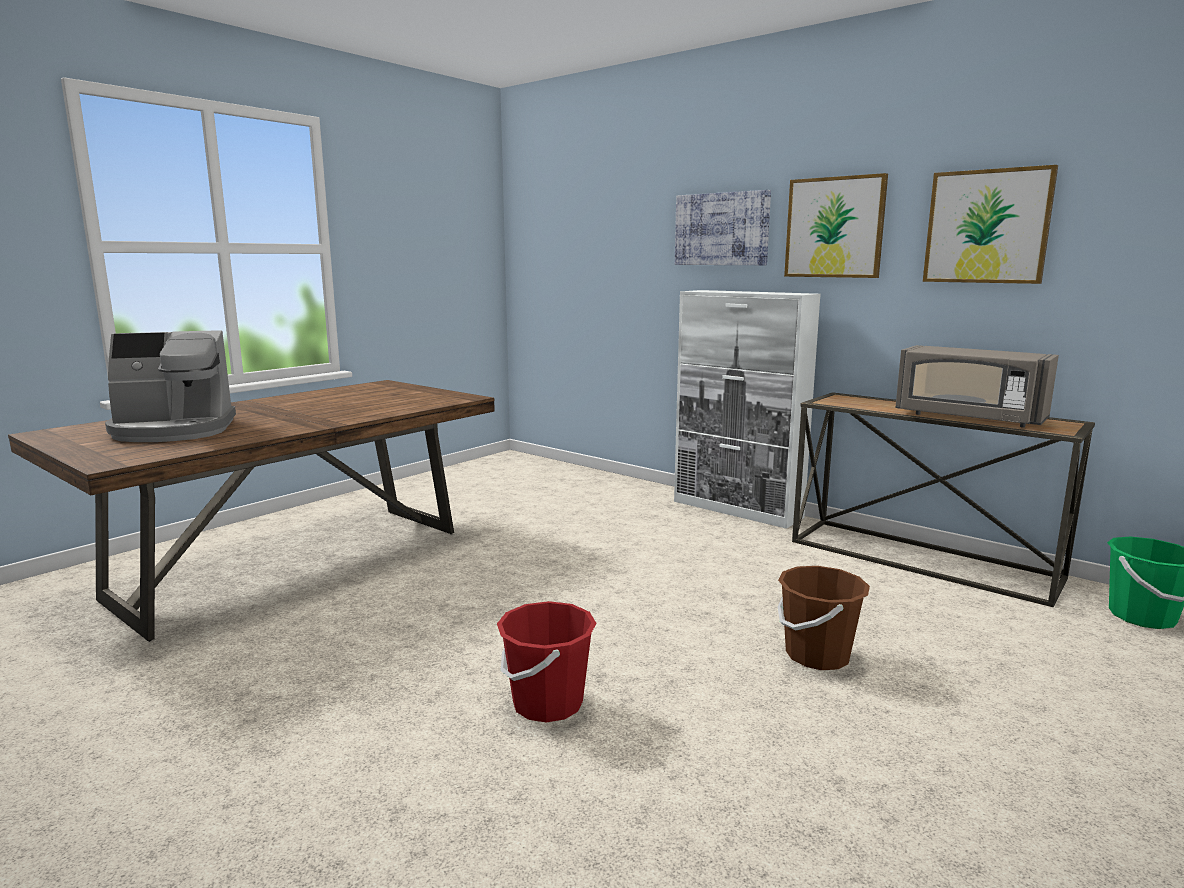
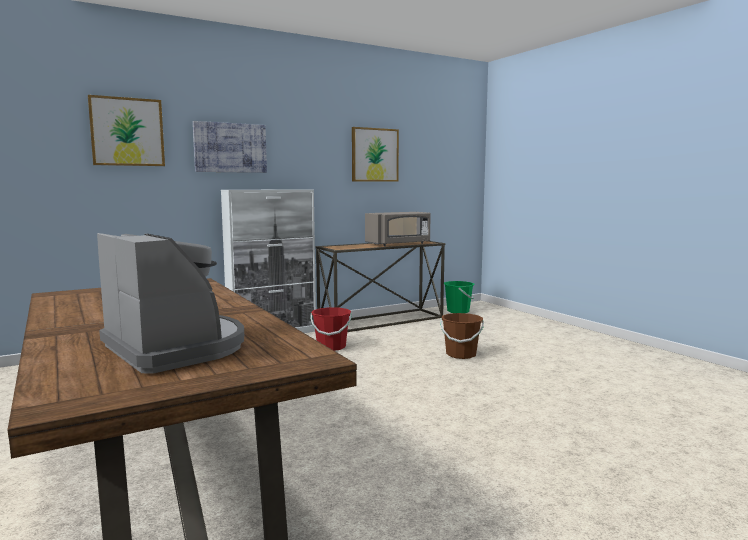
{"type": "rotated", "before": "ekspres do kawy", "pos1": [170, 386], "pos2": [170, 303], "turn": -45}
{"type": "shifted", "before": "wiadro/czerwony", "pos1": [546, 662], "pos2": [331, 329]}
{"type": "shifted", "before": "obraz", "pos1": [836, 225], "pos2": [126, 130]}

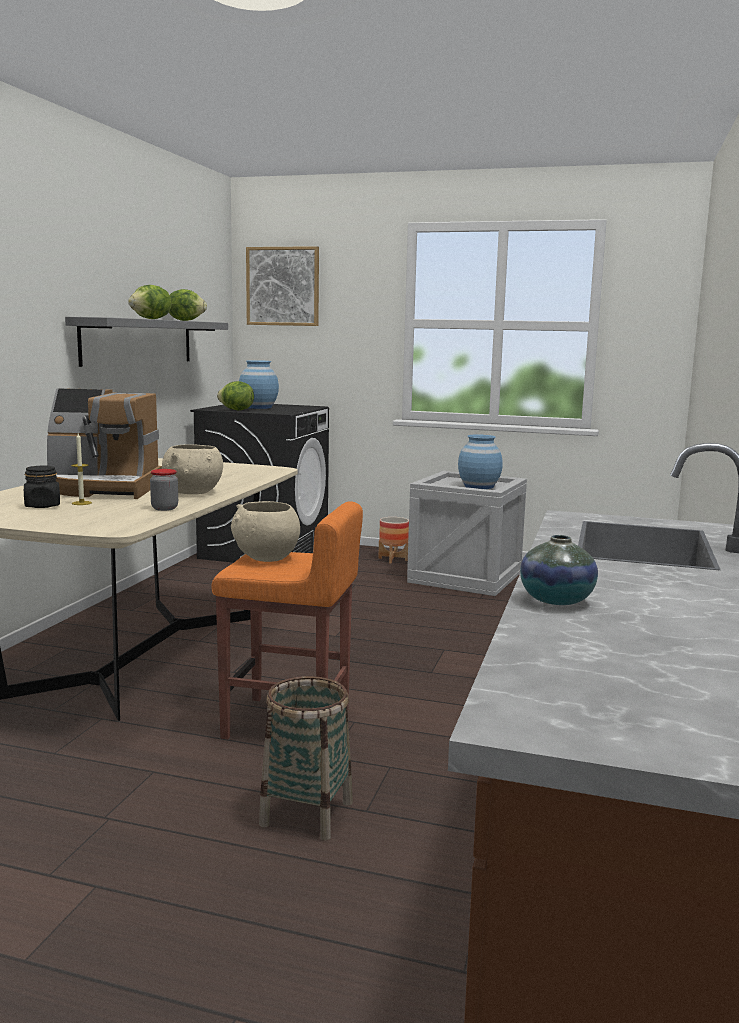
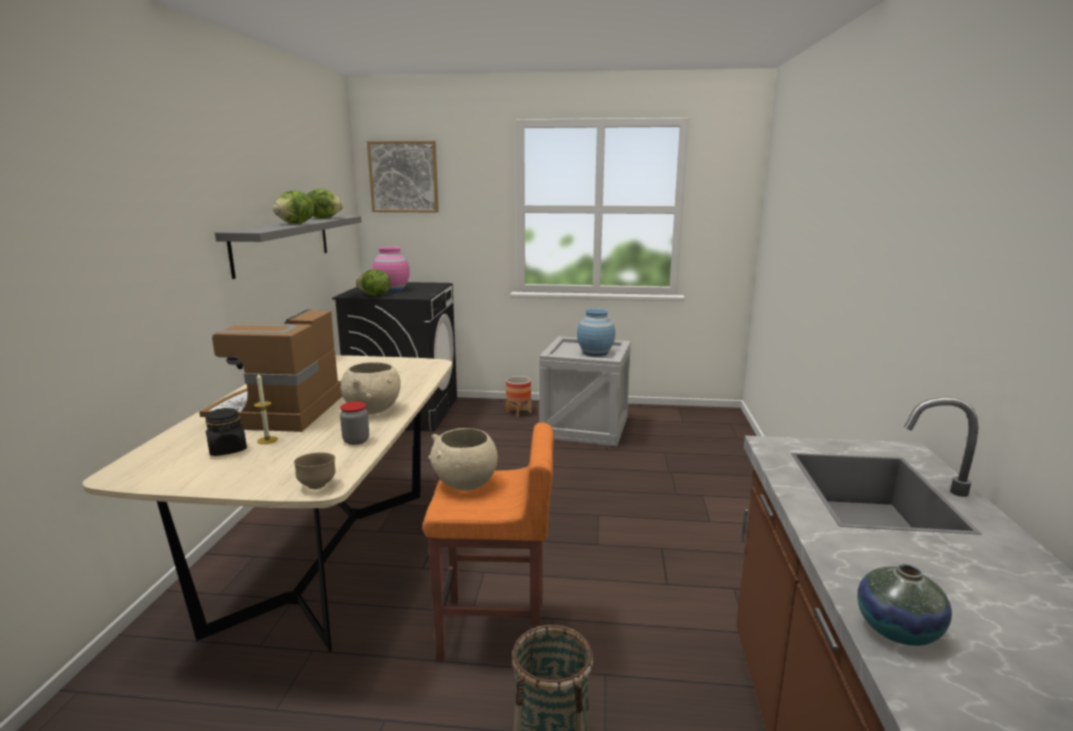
{"type": "rotated", "before": "ekspres do kawy", "pos1": [104, 443], "pos2": [270, 370], "turn": 105}
{"type": "repainted", "before": "wazon/niebieski", "after": "wazon/różowy", "pos1": [259, 384], "pos2": [391, 269]}
{"type": "new", "after": "miska/brązowy", "pos2": [315, 470]}

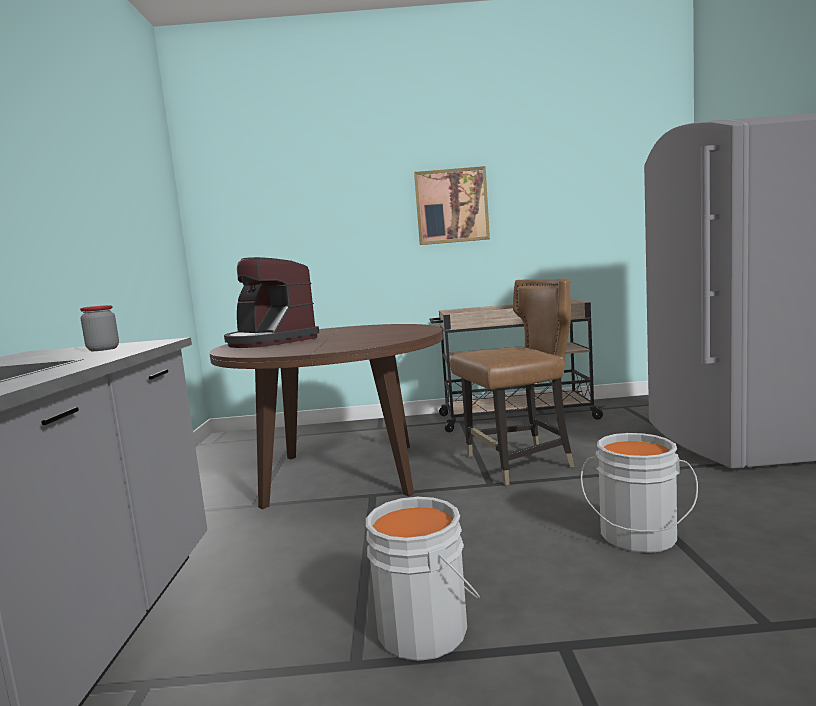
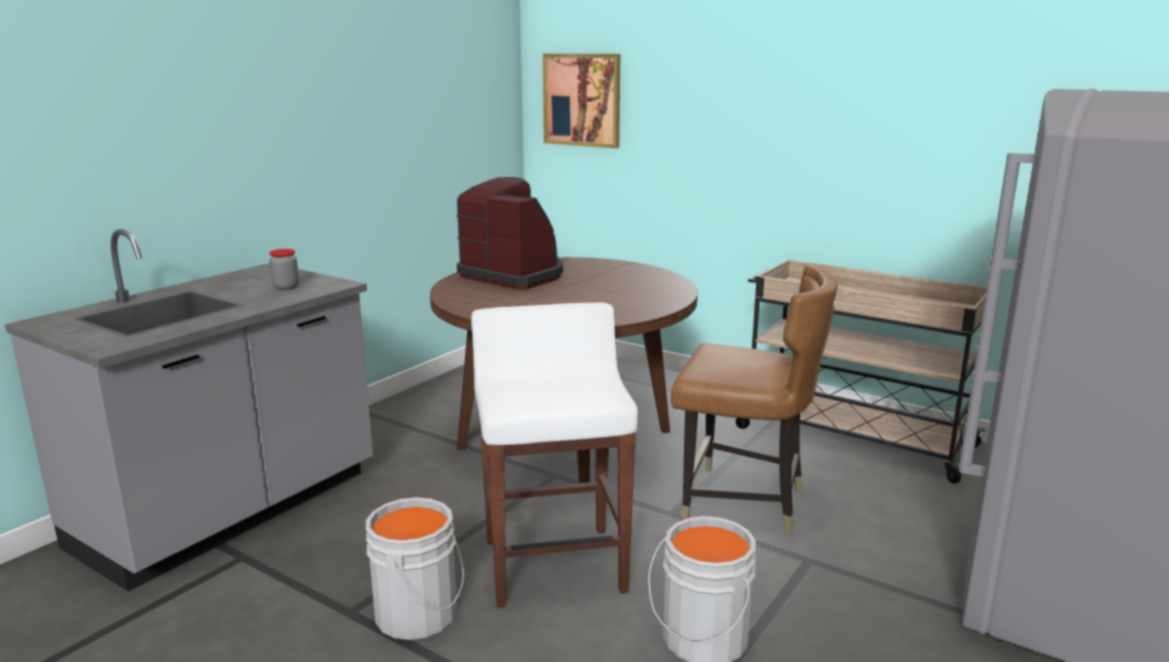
{"type": "rotated", "before": "ekspres do kawy", "pos1": [271, 302], "pos2": [509, 233], "turn": 135}
{"type": "shifted", "before": "obraz", "pos1": [452, 205], "pos2": [581, 101]}
{"type": "new", "after": "stołek/biały", "pos2": [554, 454]}

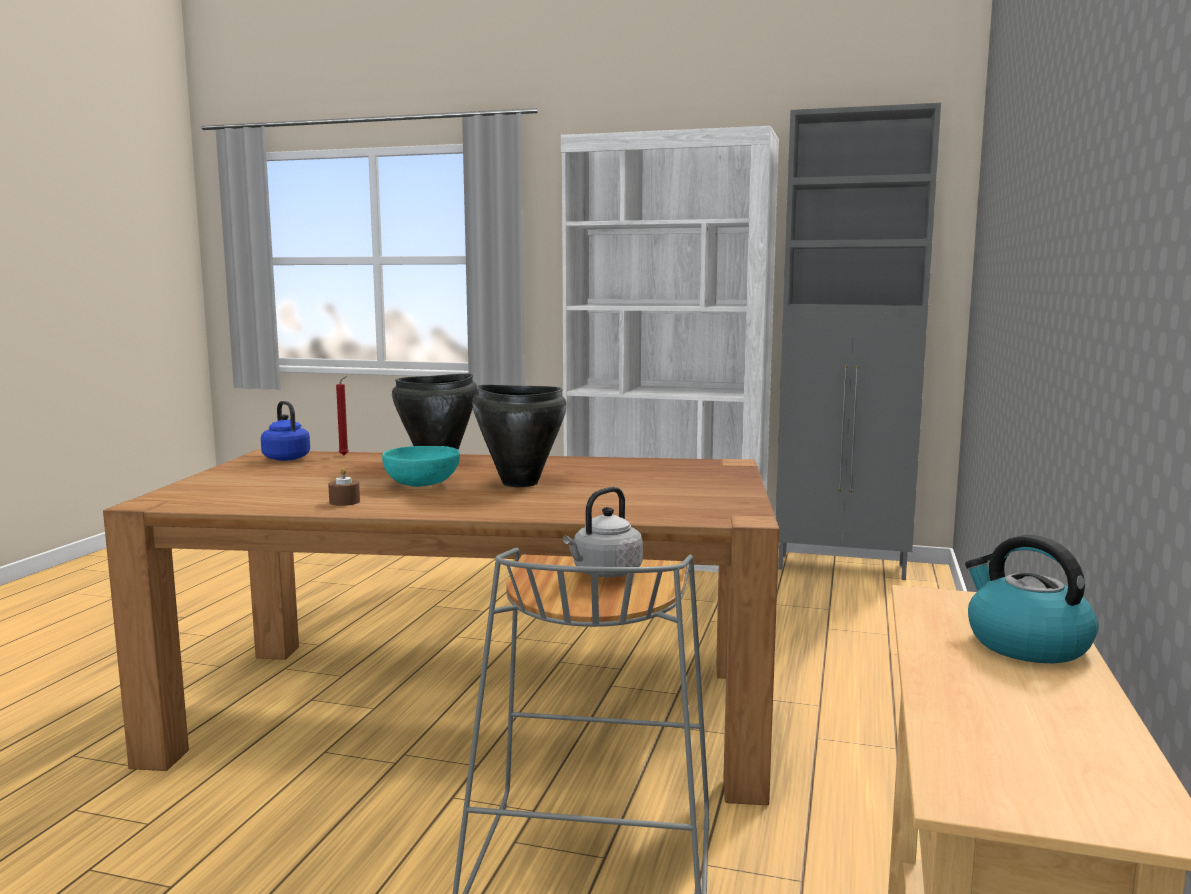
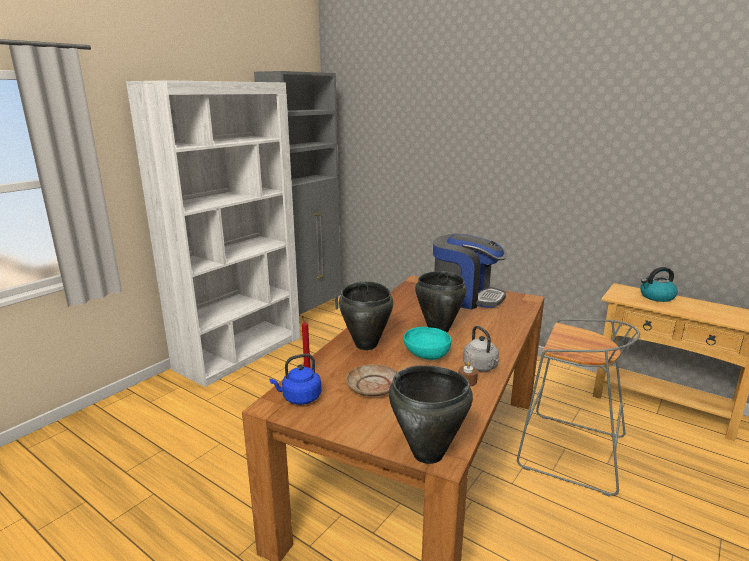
{"type": "shifted", "before": "czajnik/szary", "pos1": [603, 532], "pos2": [481, 349]}
{"type": "new", "after": "talerz/beżowy", "pos2": [371, 380]}
{"type": "new", "after": "garnek/czarny", "pos2": [431, 414]}
{"type": "new", "after": "ekspres do kawy", "pos2": [470, 271]}

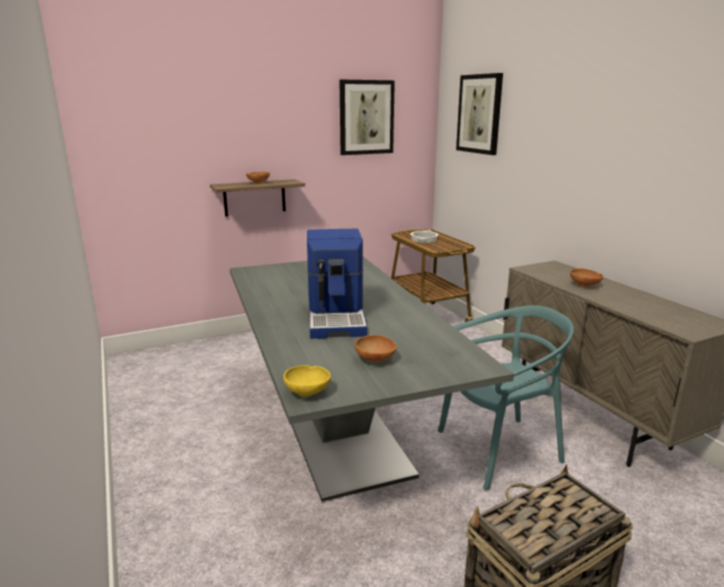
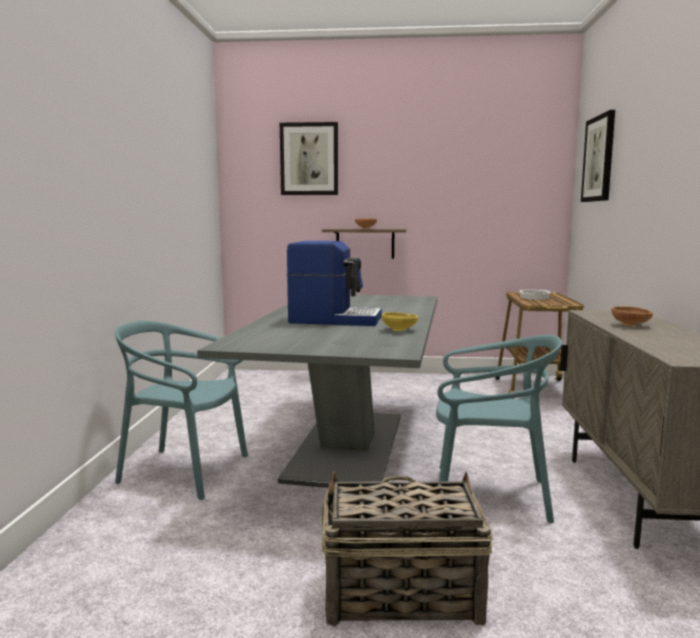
{"type": "shifted", "before": "miska/żółty", "pos1": [307, 381], "pos2": [400, 321]}
{"type": "rotated", "before": "ekspres do kawy", "pos1": [337, 284], "pos2": [334, 283], "turn": -105}
{"type": "shifted", "before": "obraz", "pos1": [367, 117], "pos2": [309, 158]}
{"type": "gone", "before": "miska/brązowy", "pos1": [376, 348]}
{"type": "new", "after": "krzesło/turkusowy", "pos2": [181, 410]}

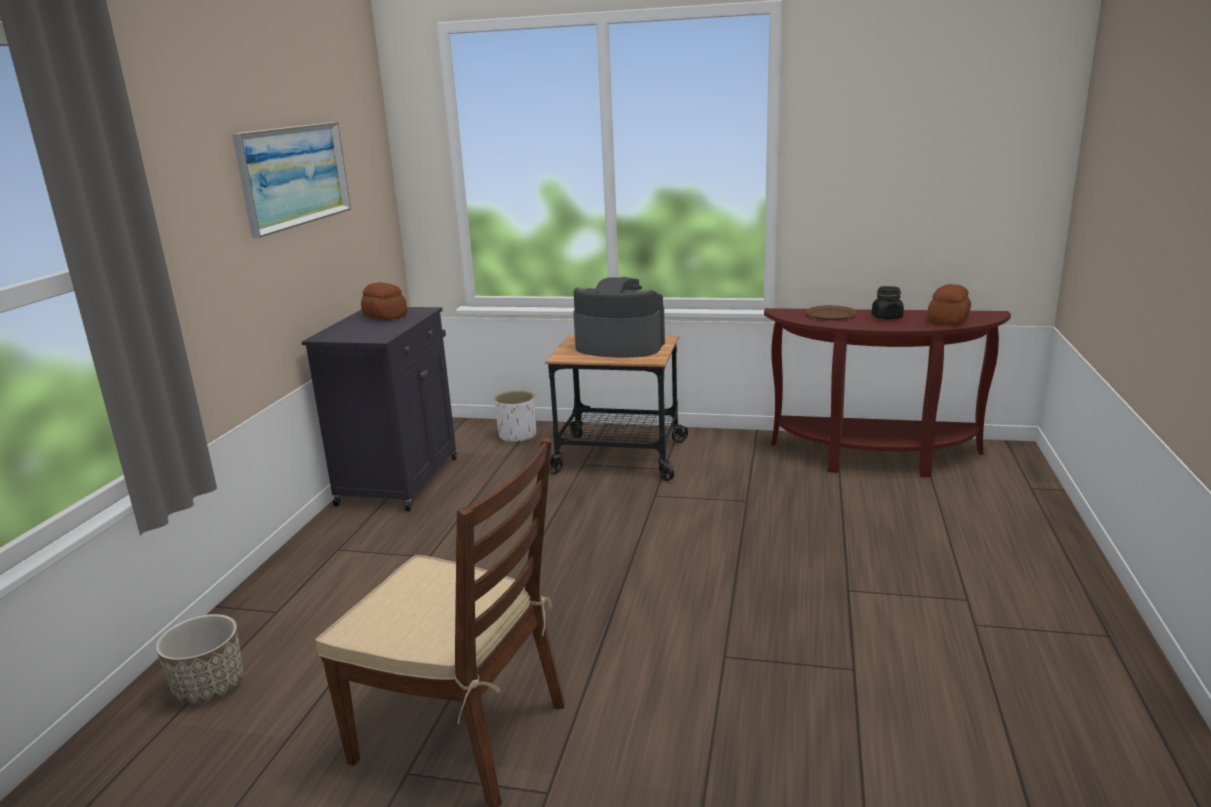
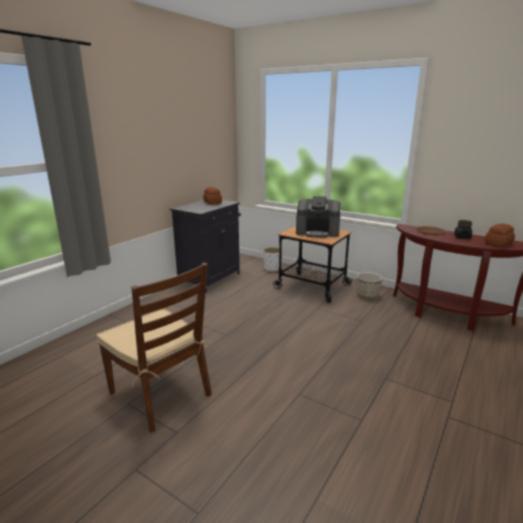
{"type": "shifted", "before": "donica", "pos1": [199, 659], "pos2": [370, 285]}
{"type": "gone", "before": "obraz", "pos1": [291, 180]}
{"type": "rotated", "before": "ekspres do kawy", "pos1": [619, 317], "pos2": [318, 217], "turn": 150}

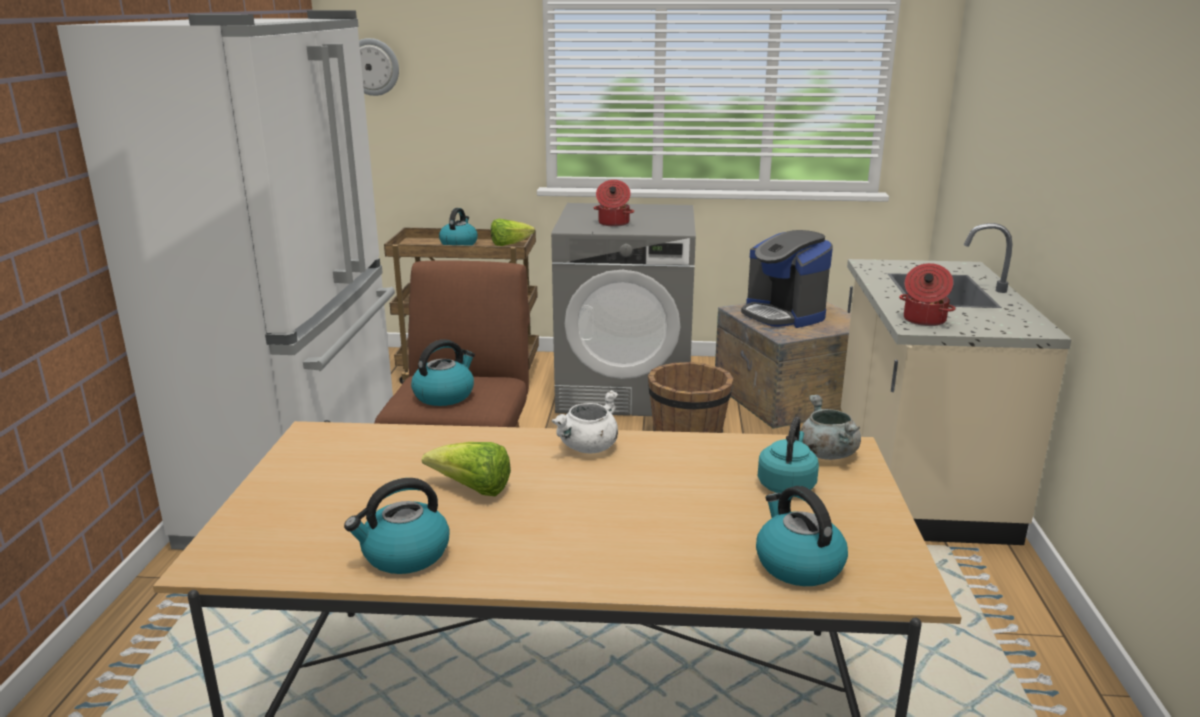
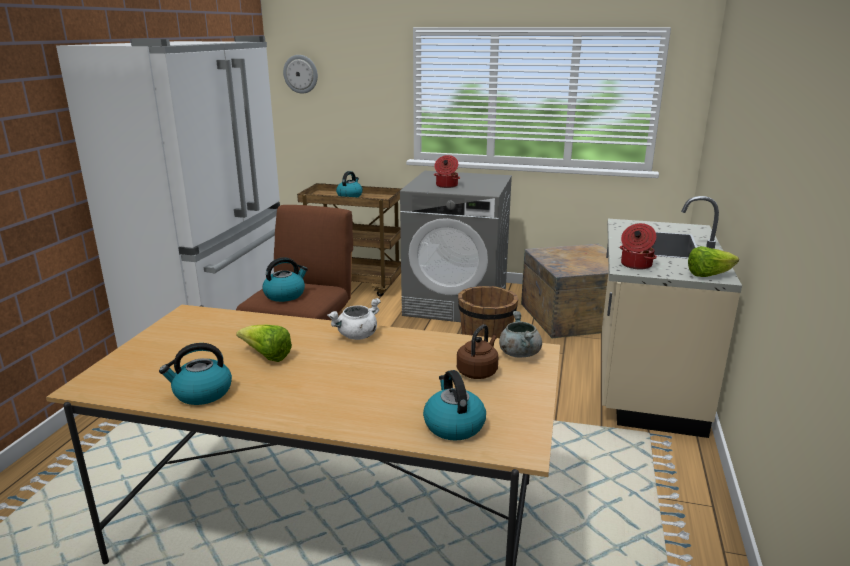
{"type": "shifted", "before": "sałata", "pos1": [513, 232], "pos2": [713, 261]}
{"type": "gone", "before": "ekspres do kawy", "pos1": [787, 279]}
{"type": "repainted", "before": "czajnik/turkusowy", "after": "czajnik/brązowy", "pos1": [788, 455], "pos2": [477, 351]}

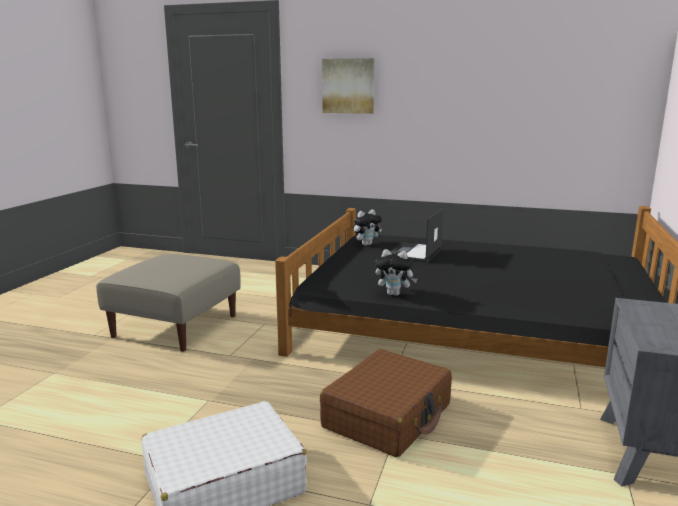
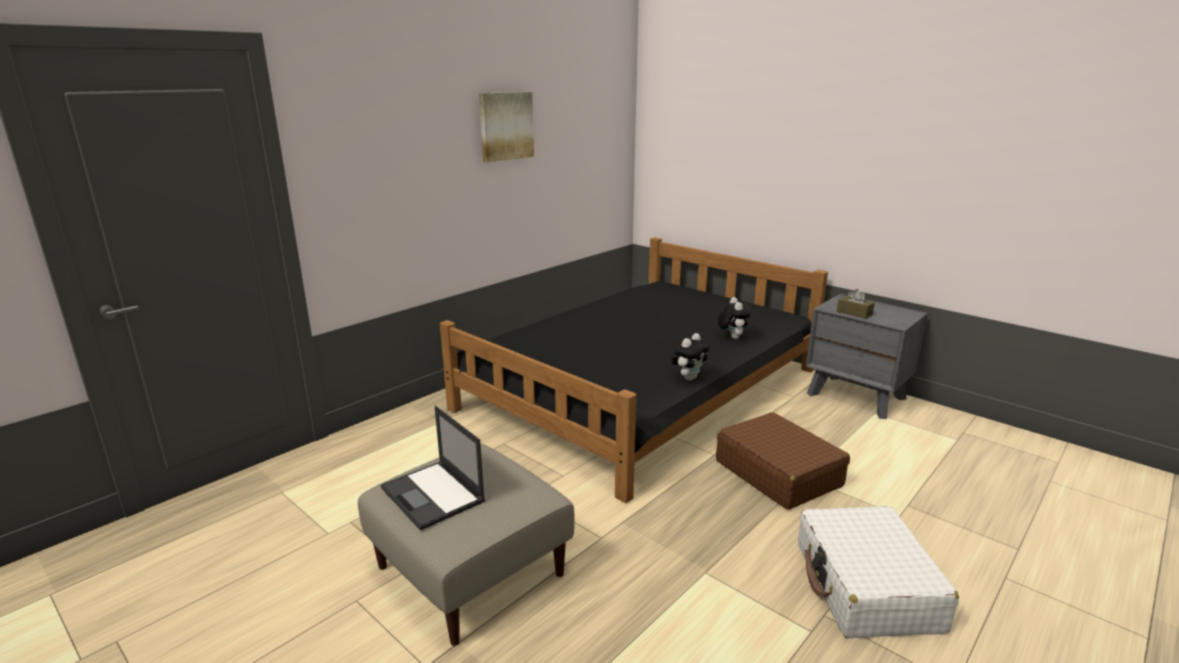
{"type": "shifted", "before": "obraz", "pos1": [348, 86], "pos2": [506, 127]}
{"type": "shifted", "before": "pluszak", "pos1": [367, 228], "pos2": [734, 318]}
{"type": "shifted", "before": "laptop", "pos1": [417, 235], "pos2": [433, 468]}
{"type": "new", "after": "pudełko chusteczek/brązowy", "pos2": [856, 304]}

